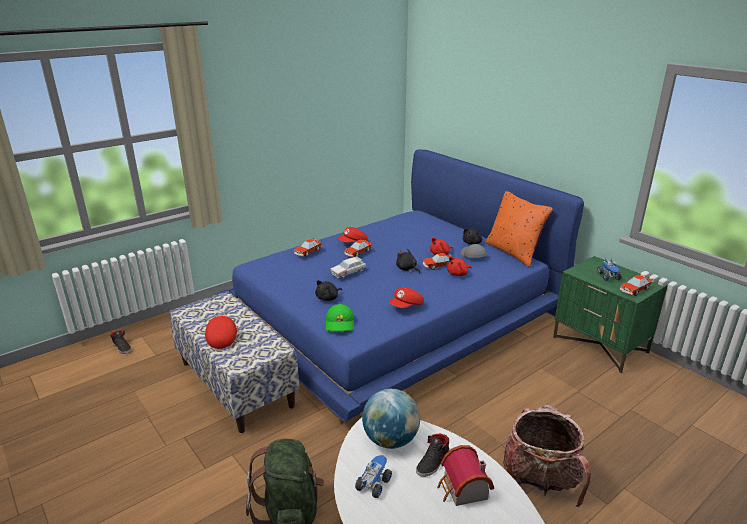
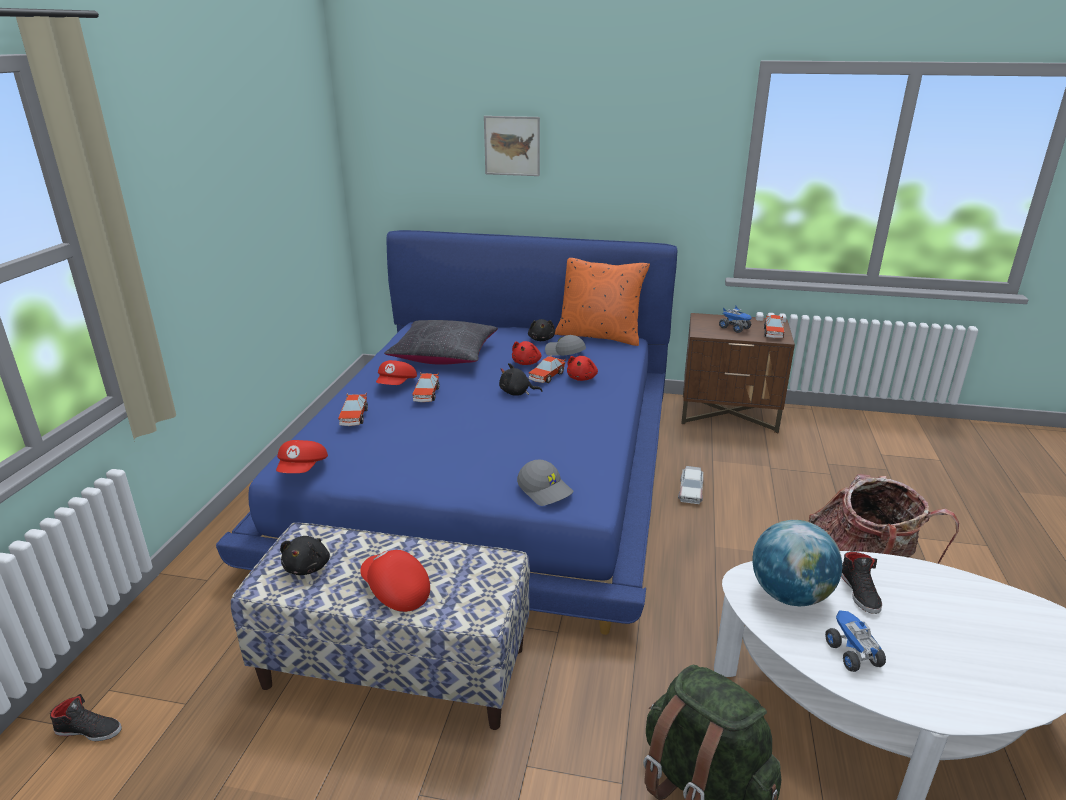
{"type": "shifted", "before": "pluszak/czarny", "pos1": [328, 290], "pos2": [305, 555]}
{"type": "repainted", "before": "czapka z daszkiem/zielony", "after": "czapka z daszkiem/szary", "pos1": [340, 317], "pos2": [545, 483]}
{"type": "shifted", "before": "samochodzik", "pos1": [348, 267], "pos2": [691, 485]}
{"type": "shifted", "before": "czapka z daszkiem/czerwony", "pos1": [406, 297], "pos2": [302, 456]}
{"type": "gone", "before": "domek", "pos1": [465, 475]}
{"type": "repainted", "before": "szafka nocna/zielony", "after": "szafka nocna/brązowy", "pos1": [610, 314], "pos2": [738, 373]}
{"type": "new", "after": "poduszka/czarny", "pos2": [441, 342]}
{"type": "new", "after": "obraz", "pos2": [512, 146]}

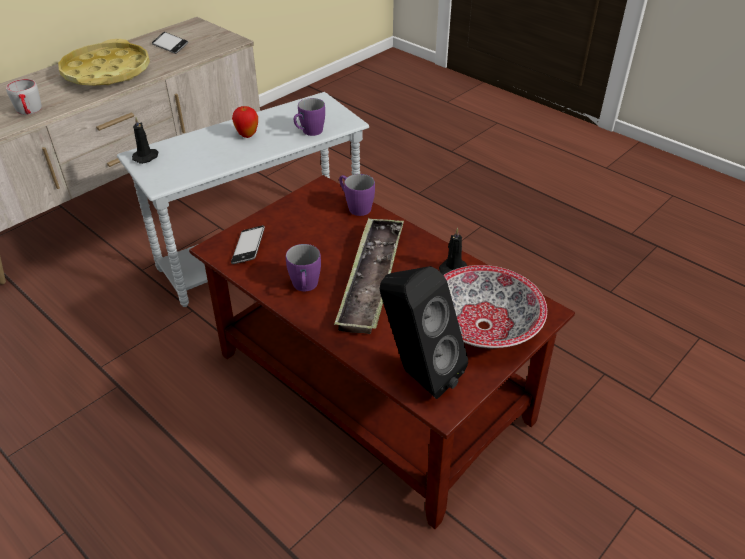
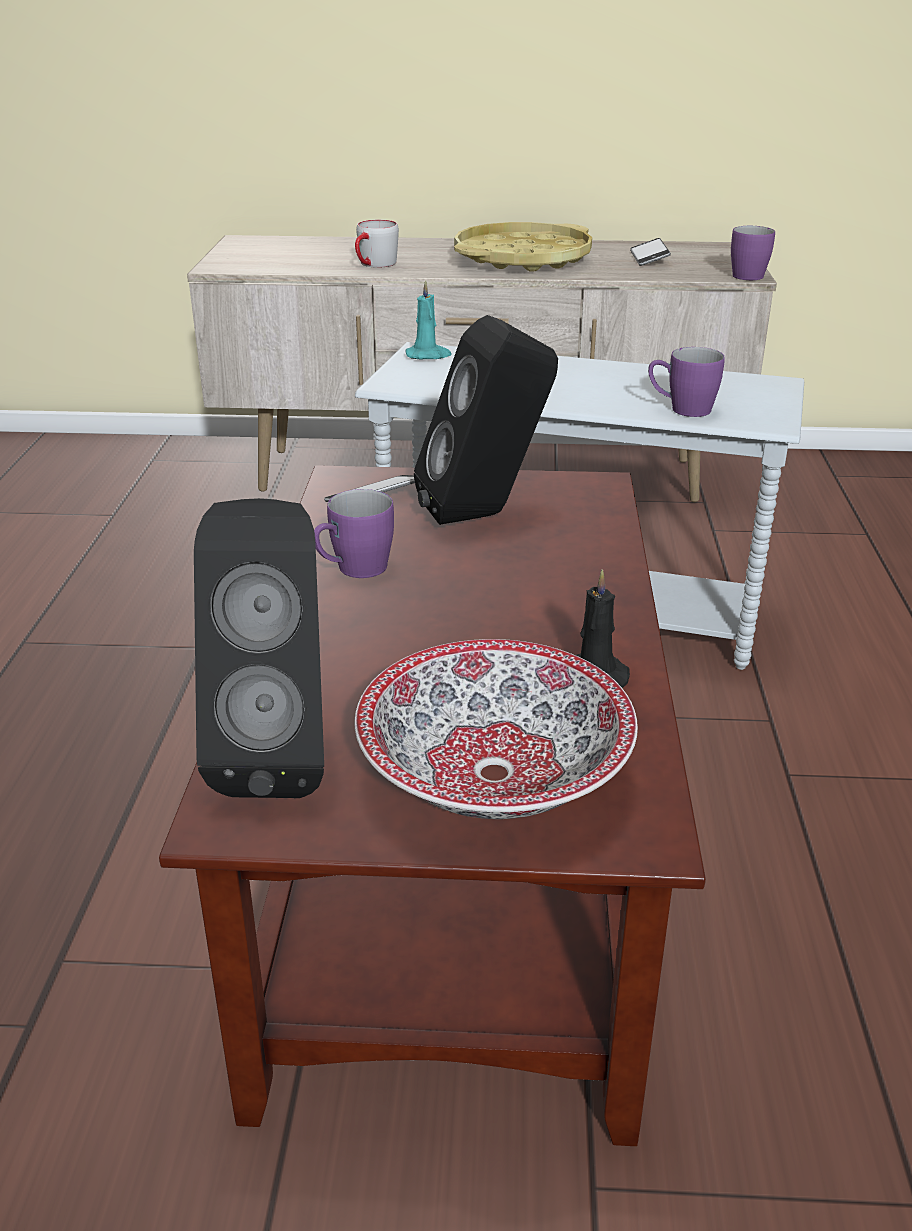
{"type": "repainted", "before": "świeca/czarny", "after": "świeca/turkusowy", "pos1": [145, 140], "pos2": [428, 319]}
{"type": "gone", "before": "jabłko", "pos1": [245, 122]}
{"type": "gone", "before": "taca", "pos1": [369, 276]}
{"type": "shifted", "before": "kubek/fioletowy", "pos1": [357, 195], "pos2": [753, 253]}
{"type": "new", "after": "głośnik/czarny", "pos2": [486, 420]}

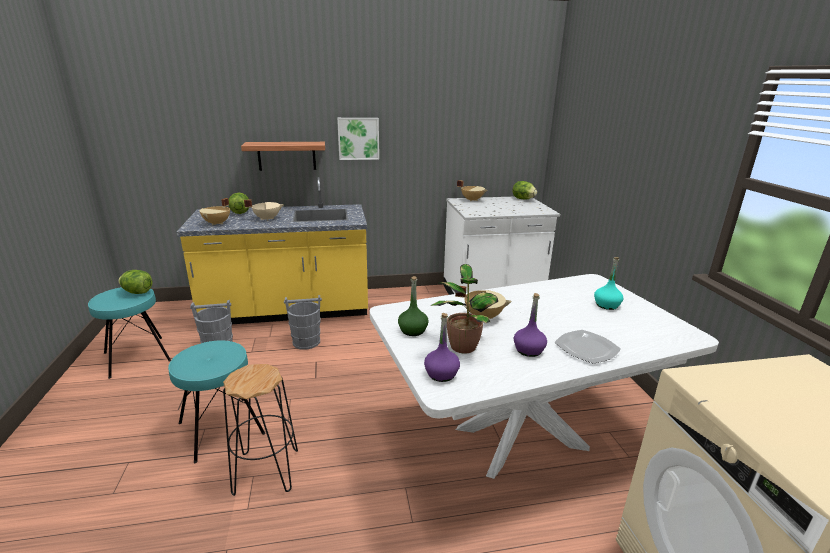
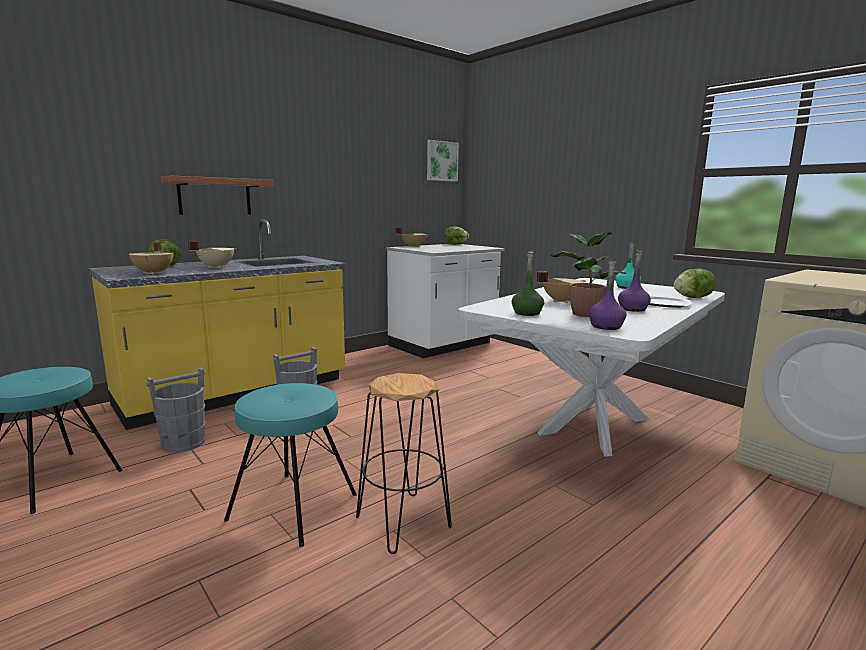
{"type": "shifted", "before": "sałata", "pos1": [135, 282], "pos2": [694, 283]}
{"type": "shifted", "before": "obraz", "pos1": [358, 139], "pos2": [443, 161]}

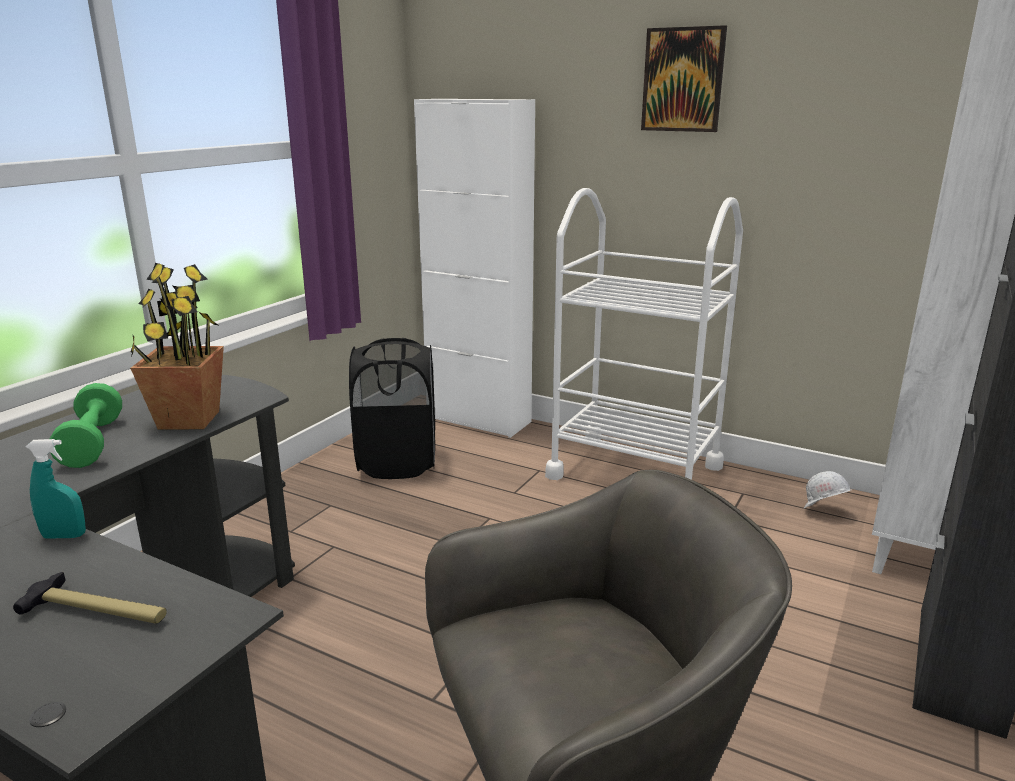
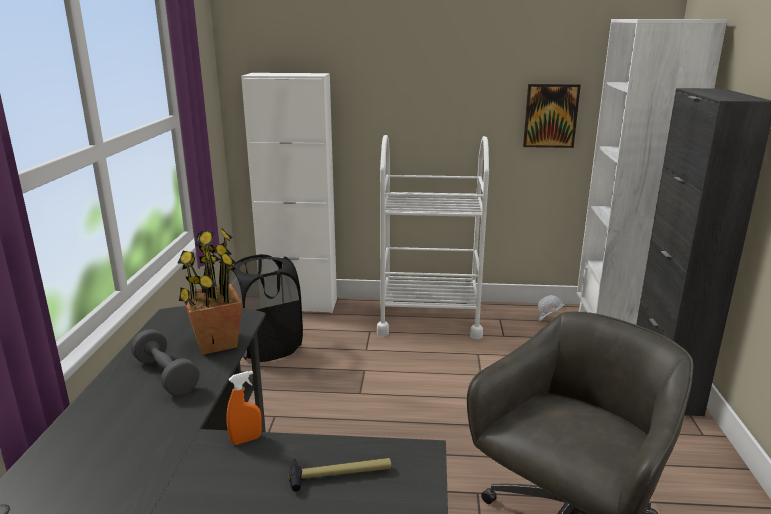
{"type": "repainted", "before": "spryskiwacz/turkusowy", "after": "spryskiwacz/pomarańczowy", "pos1": [55, 489], "pos2": [244, 408]}
{"type": "repainted", "before": "hantel/zielony", "after": "hantel/szary", "pos1": [86, 425], "pos2": [165, 362]}
{"type": "shifted", "before": "obraz", "pos1": [684, 78], "pos2": [552, 116]}

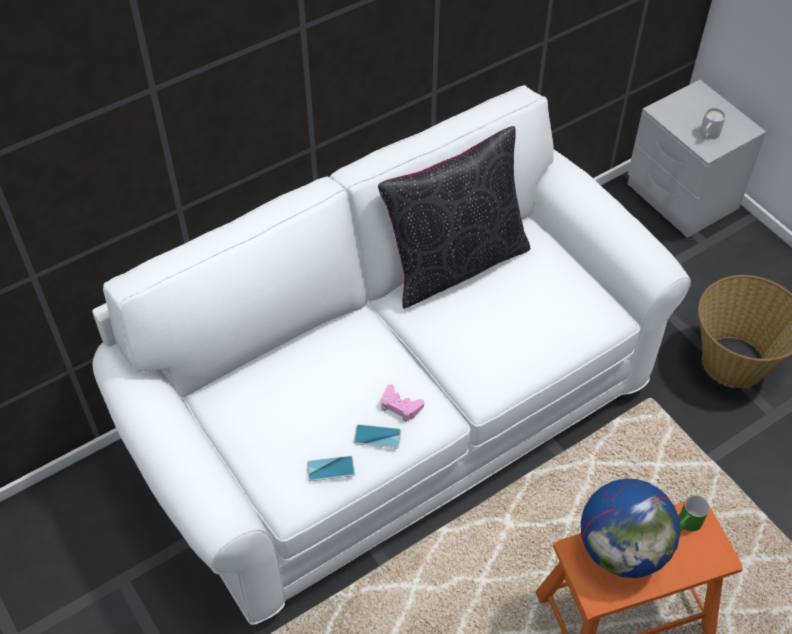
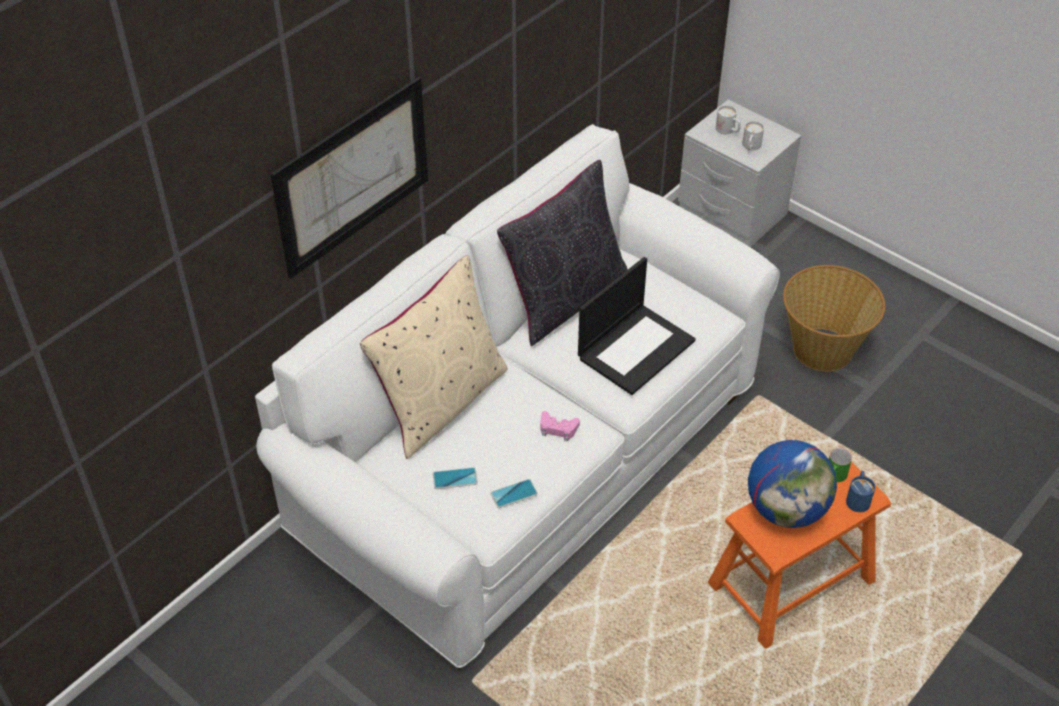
{"type": "shifted", "before": "telefon", "pos1": [377, 436], "pos2": [455, 478]}
{"type": "new", "after": "obraz", "pos2": [349, 178]}
{"type": "new", "after": "poduszka/beżowy", "pos2": [434, 357]}
{"type": "new", "after": "laptop", "pos2": [637, 326]}
{"type": "new", "after": "kubek/biały", "pos2": [728, 119]}
{"type": "new", "after": "kubek/niebieski", "pos2": [860, 491]}

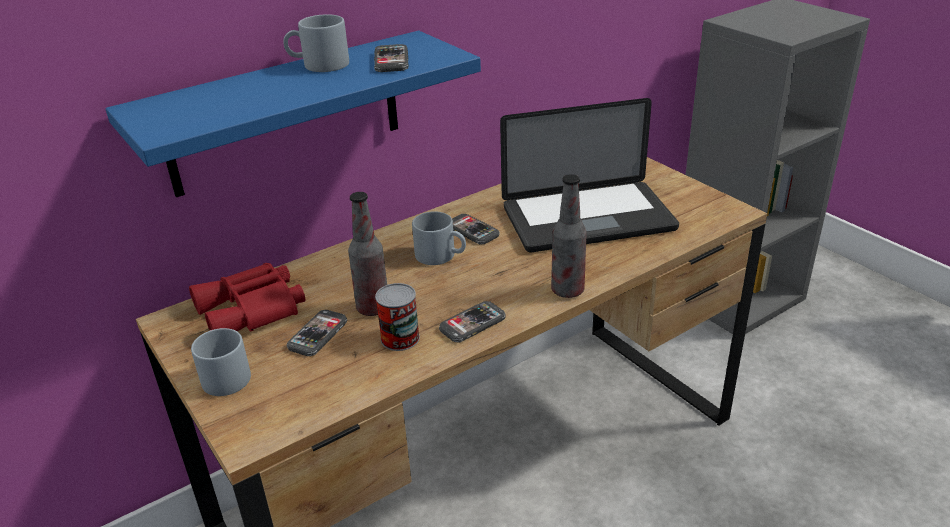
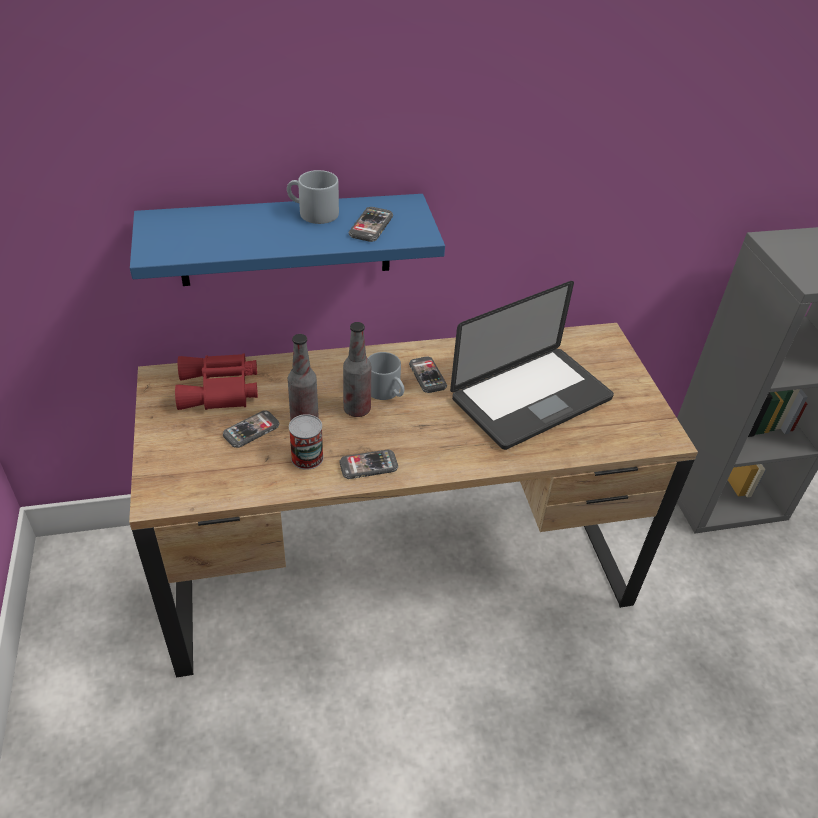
{"type": "gone", "before": "kubek/szary", "pos1": [221, 362]}
{"type": "rotated", "before": "laptop", "pos1": [589, 175], "pos2": [532, 365], "turn": -45}
{"type": "shifted", "before": "butelka", "pos1": [569, 236], "pos2": [357, 369]}

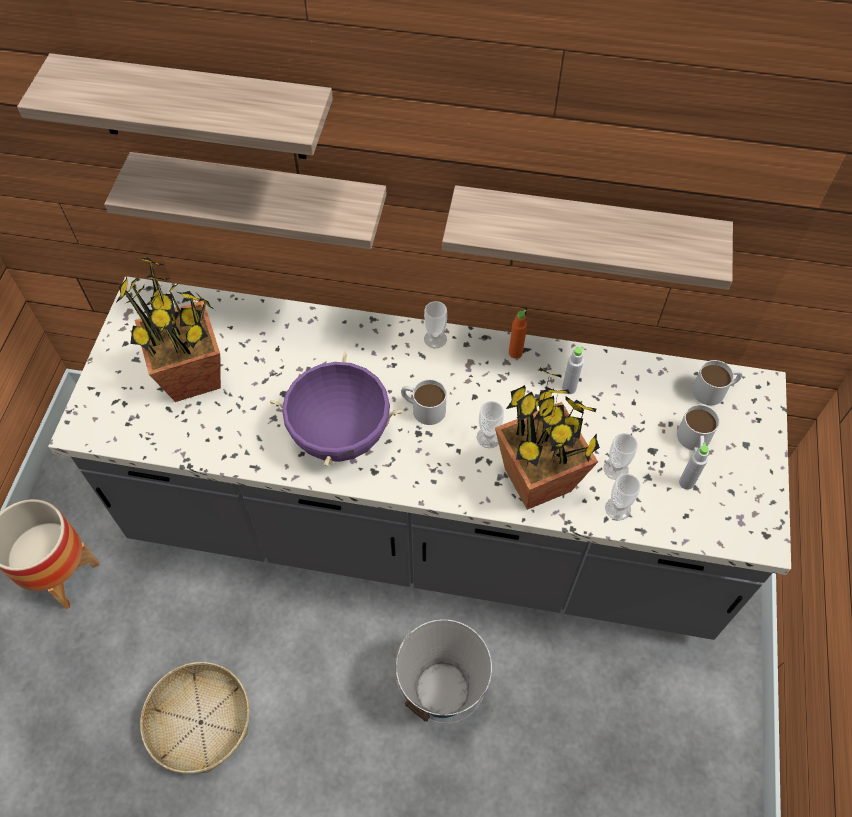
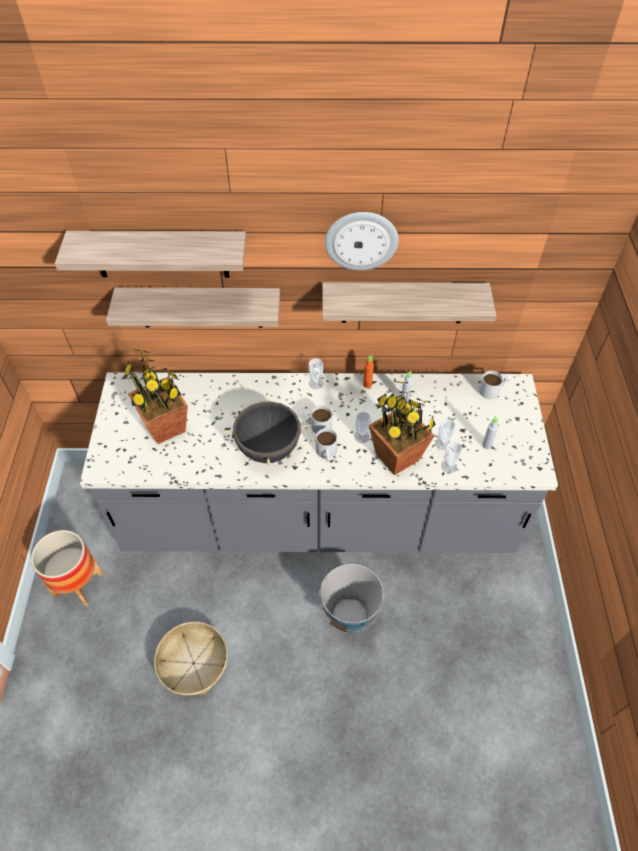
{"type": "repainted", "before": "garnek/fioletowy", "after": "garnek/czarny", "pos1": [336, 409], "pos2": [266, 430]}
{"type": "shifted", "before": "kubek/biały", "pos1": [698, 428], "pos2": [326, 445]}
{"type": "new", "after": "zegar ścienny", "pos2": [362, 241]}

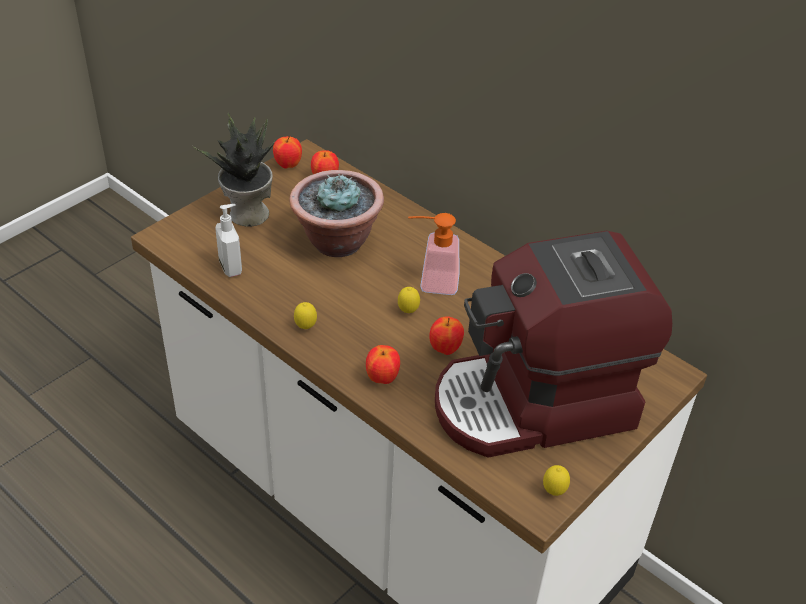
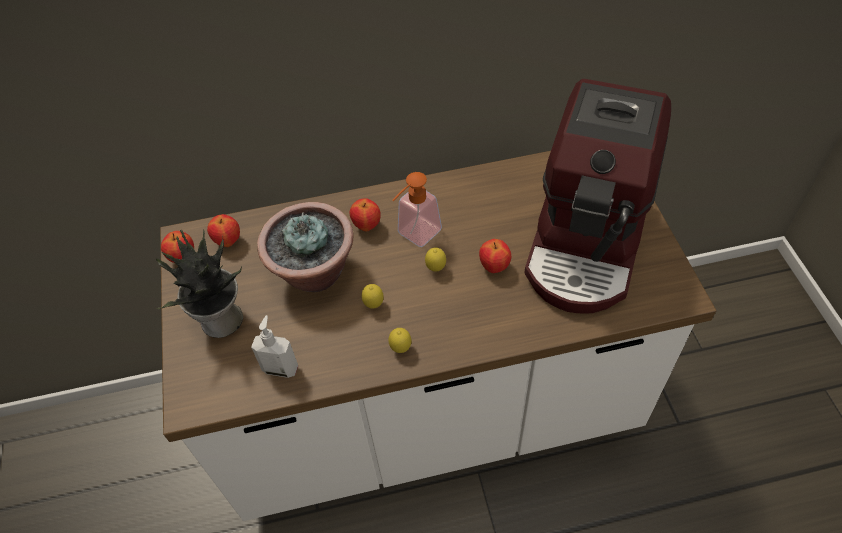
{"type": "shifted", "before": "jabłko", "pos1": [383, 364], "pos2": [365, 215]}
{"type": "shifted", "before": "cytryna", "pos1": [556, 480], "pos2": [373, 296]}

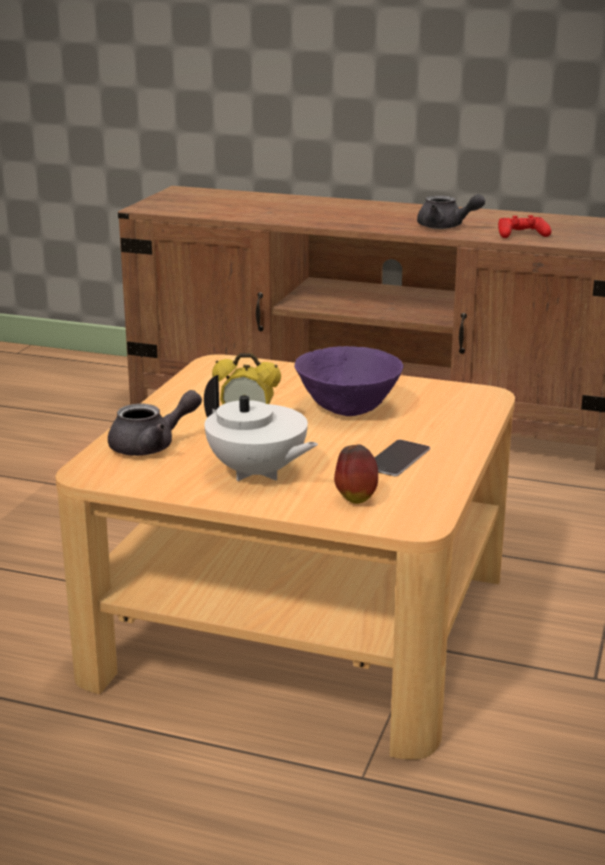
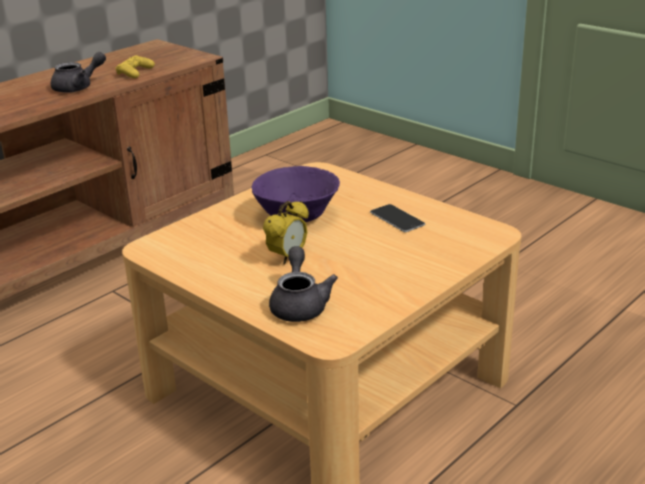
{"type": "gone", "before": "imbryk/biały", "pos1": [261, 428]}
{"type": "gone", "before": "jabłko", "pos1": [356, 474]}
{"type": "repainted", "before": "pad do gier/czerwony", "after": "pad do gier/żółty", "pos1": [524, 226], "pos2": [135, 66]}

